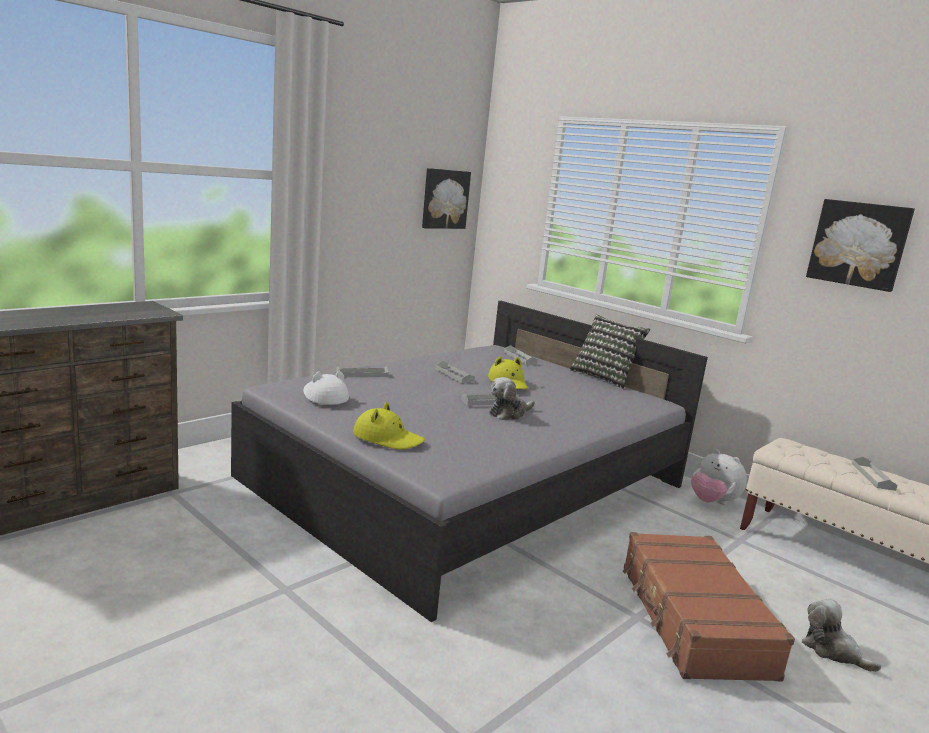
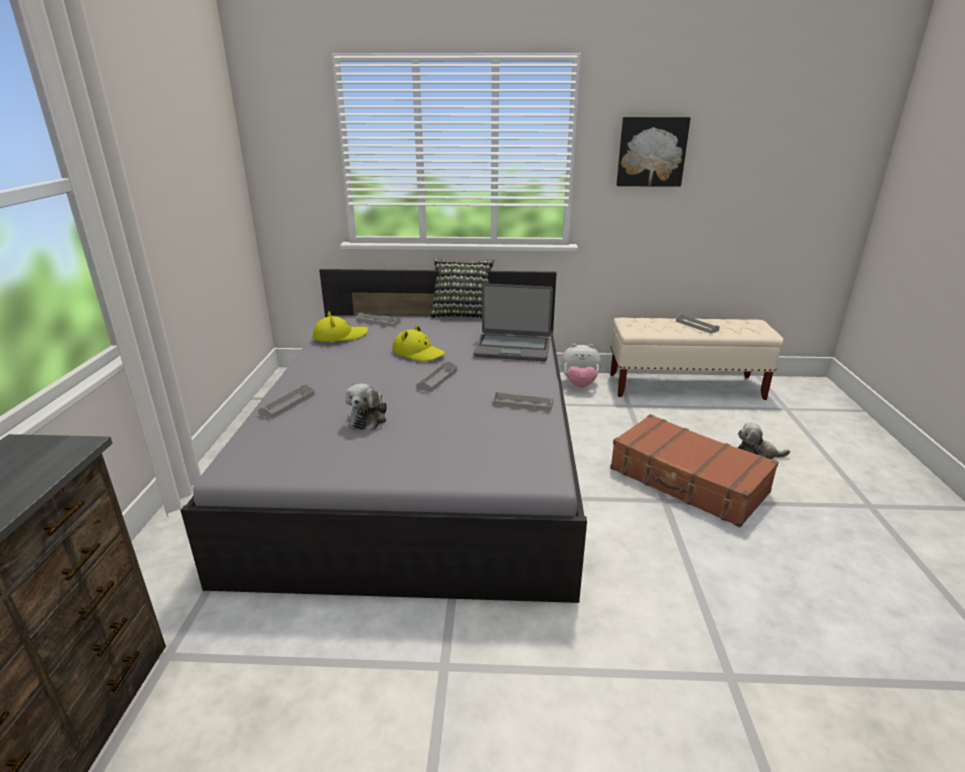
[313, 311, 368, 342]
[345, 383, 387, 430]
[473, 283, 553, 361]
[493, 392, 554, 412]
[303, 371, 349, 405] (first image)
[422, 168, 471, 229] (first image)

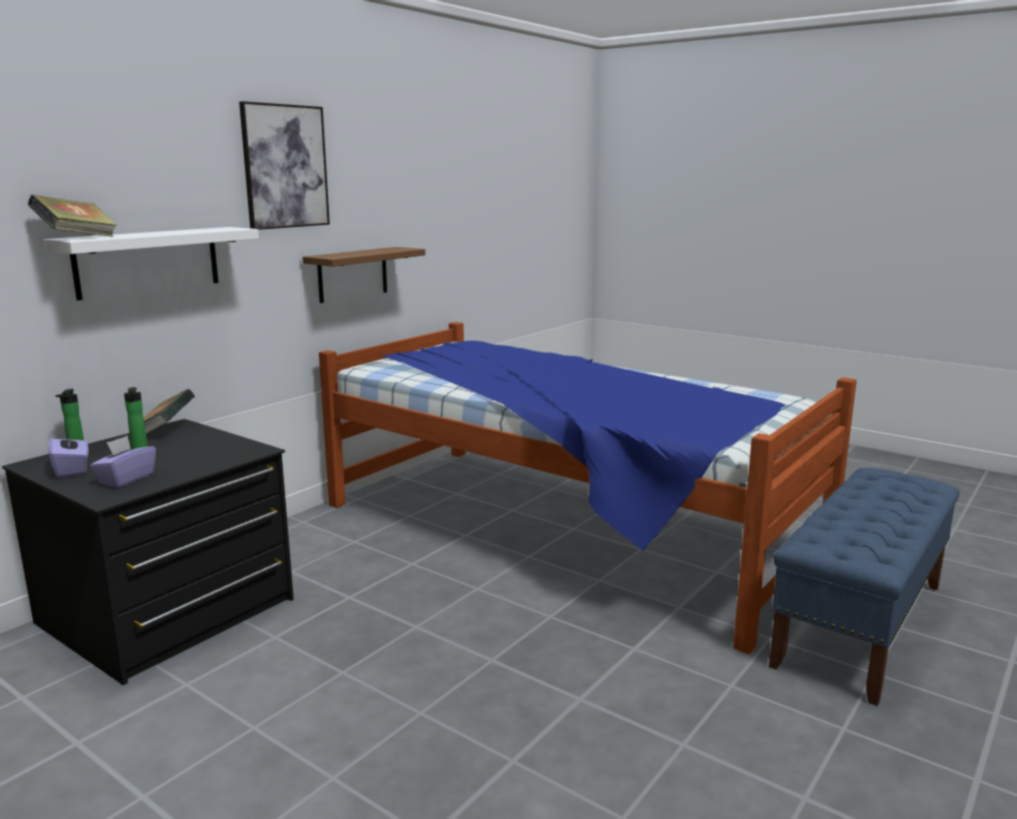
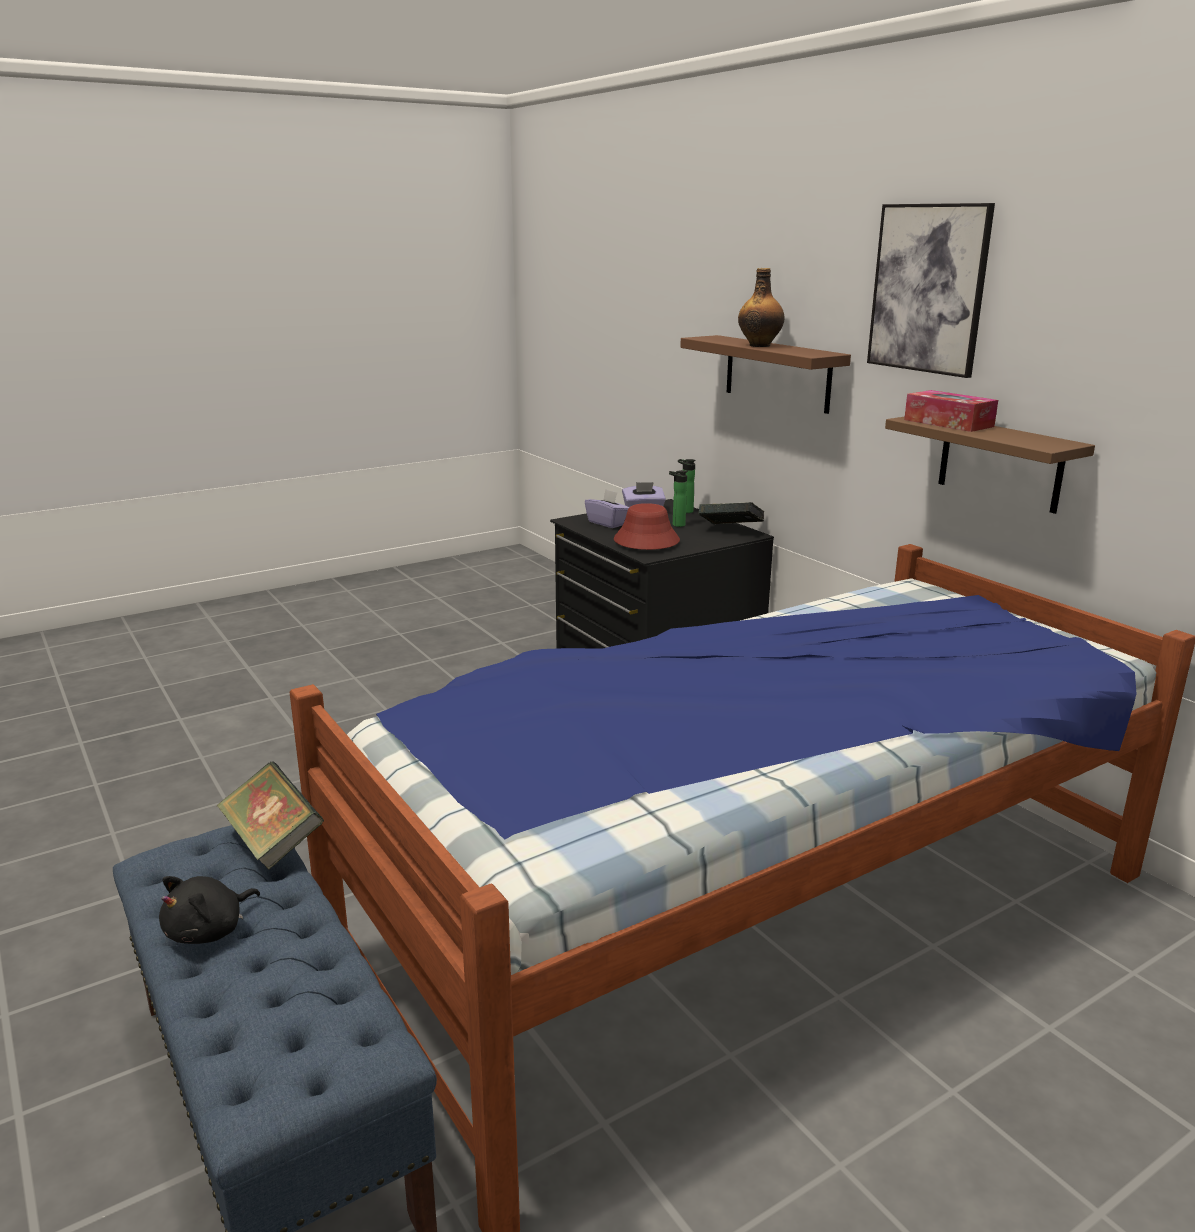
[159, 876, 260, 944]
[217, 761, 324, 870]
[614, 503, 680, 550]
[680, 335, 851, 414]
[738, 268, 785, 347]
[904, 390, 998, 432]

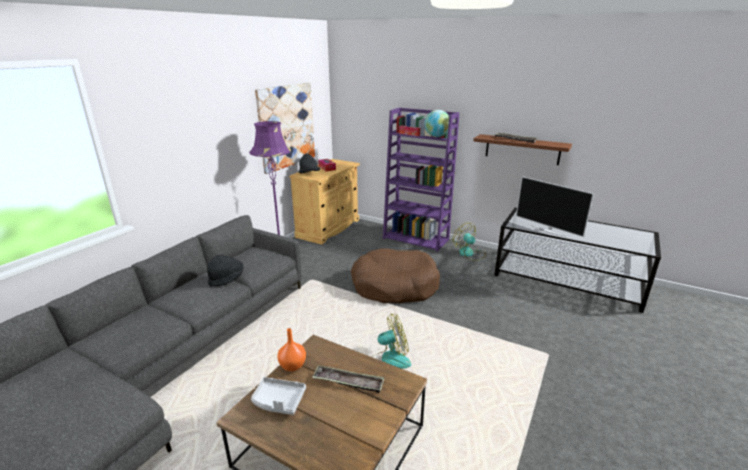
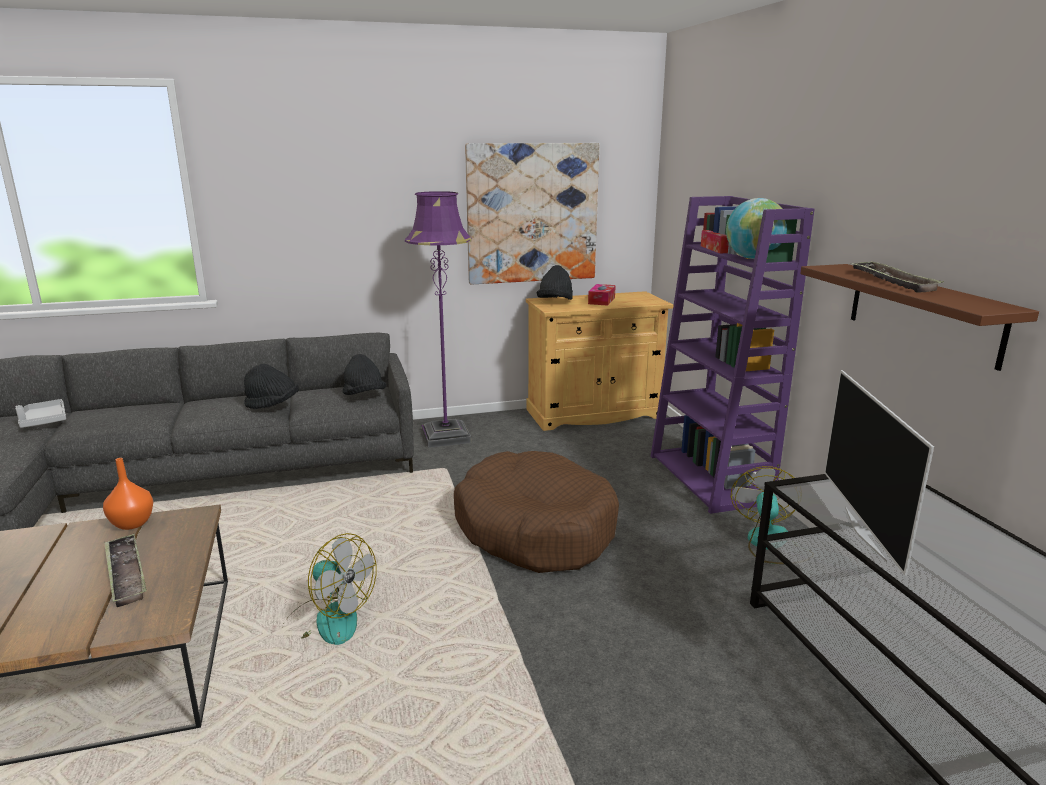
[16, 399, 66, 428]
[342, 354, 387, 395]

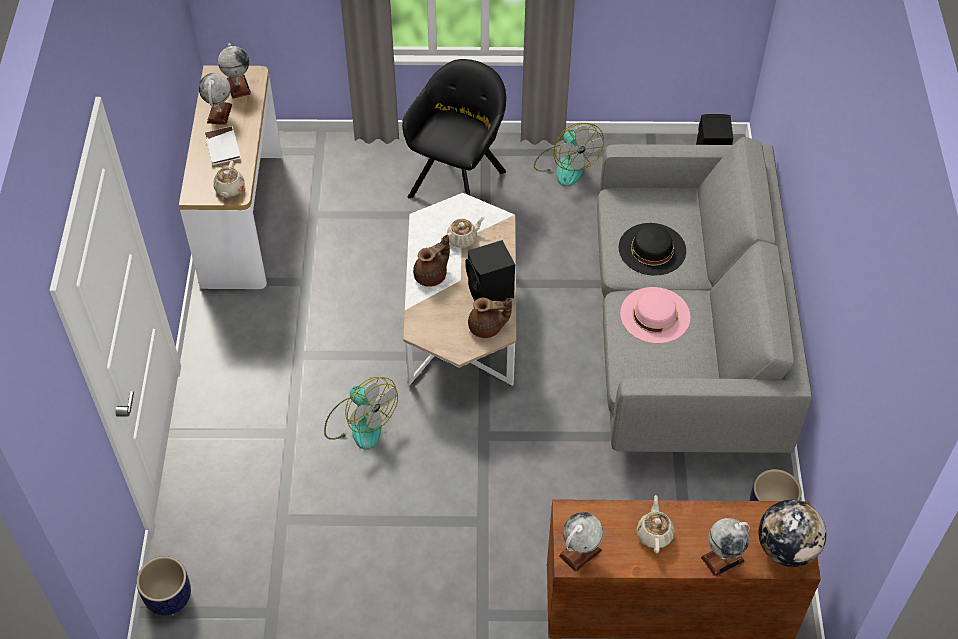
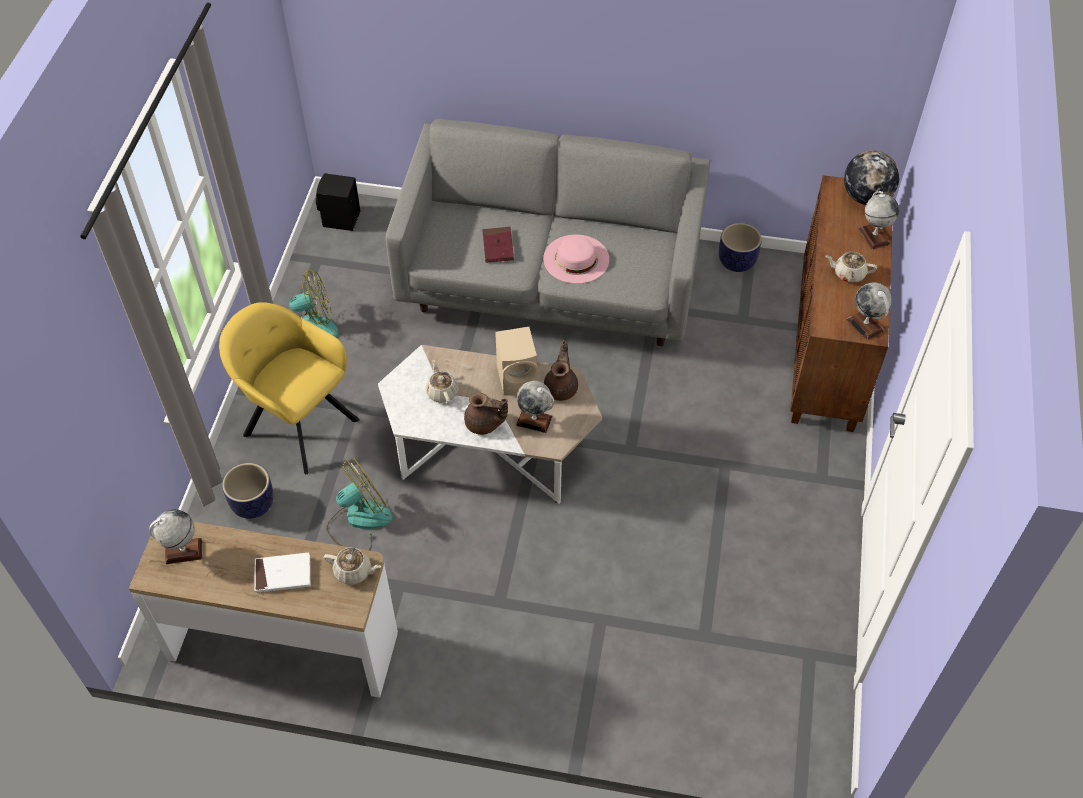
[219, 302, 359, 474]
[222, 463, 274, 519]
[326, 458, 393, 551]
[464, 392, 508, 435]
[482, 227, 514, 263]
[495, 327, 537, 396]
[516, 381, 554, 433]

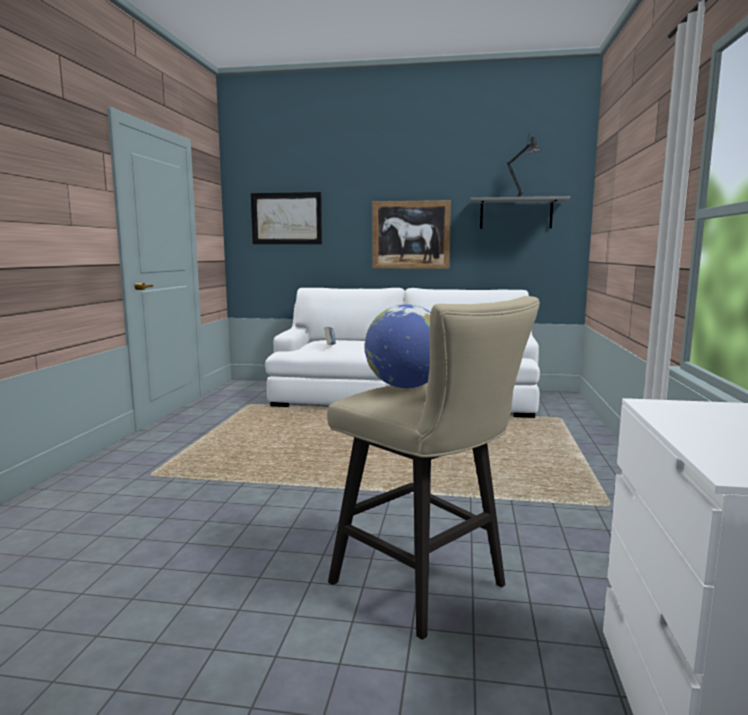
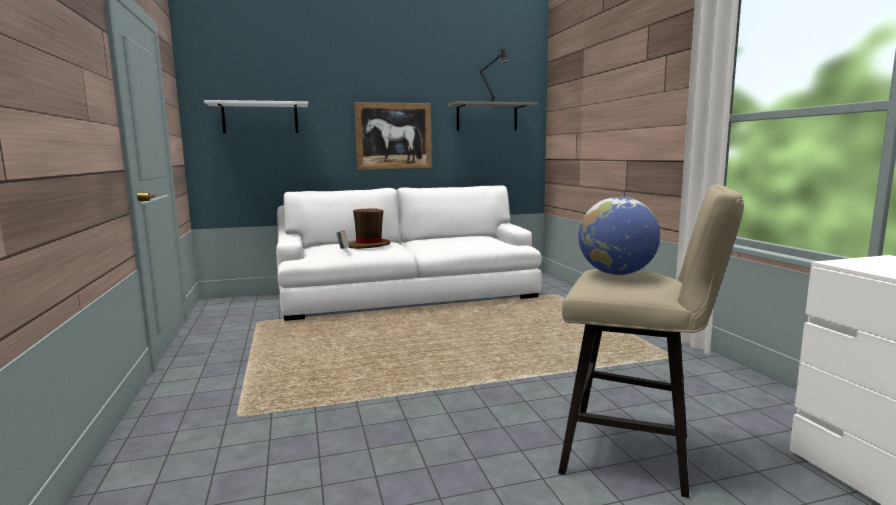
[204, 100, 308, 133]
[348, 209, 390, 249]

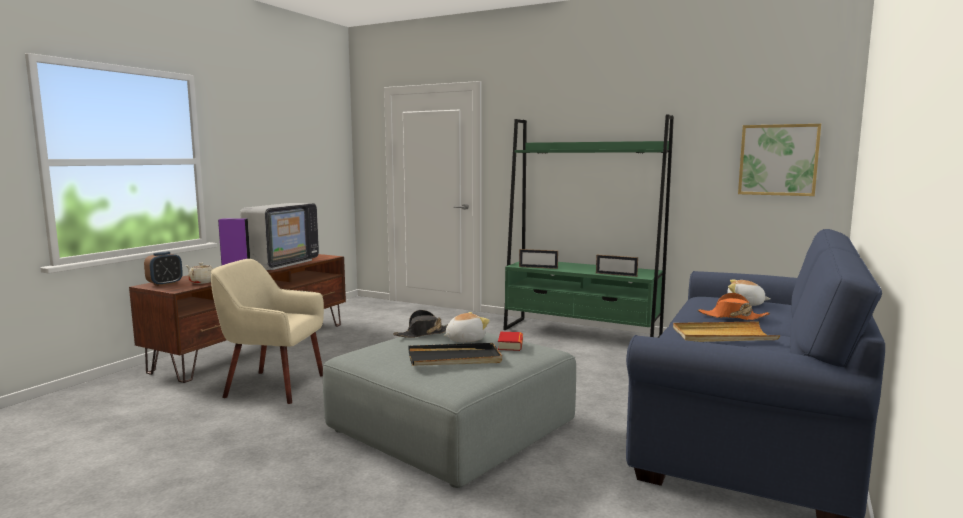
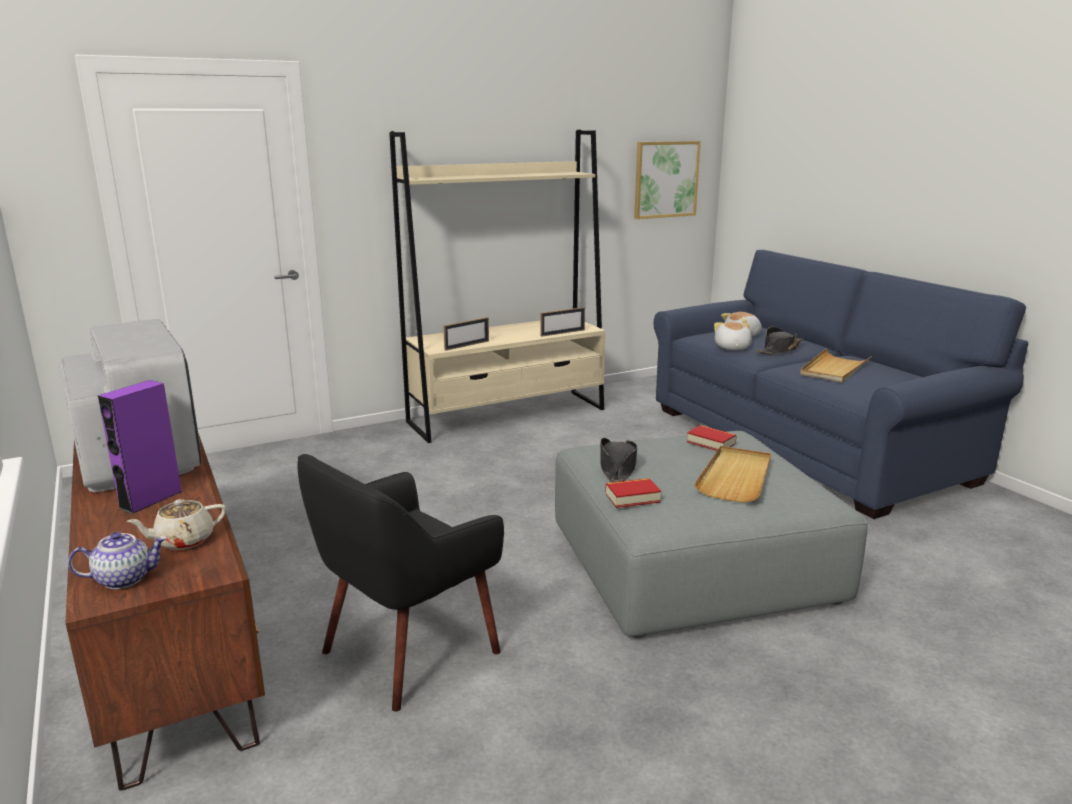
[68, 532, 167, 589]
[297, 454, 504, 712]
[389, 130, 606, 443]
[605, 478, 661, 508]
[694, 446, 771, 502]
[714, 322, 752, 350]
[756, 327, 803, 355]

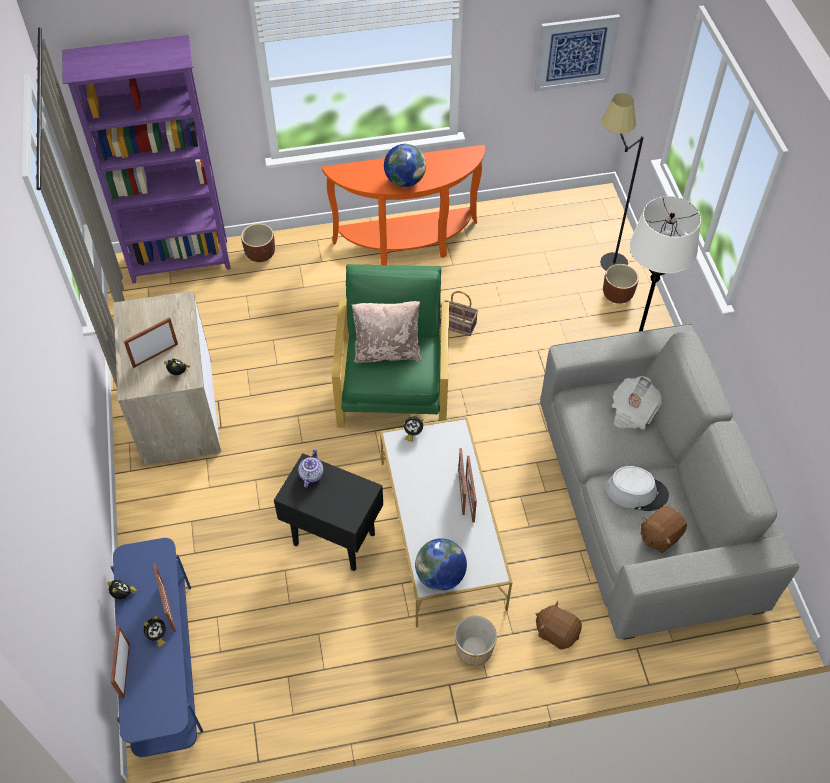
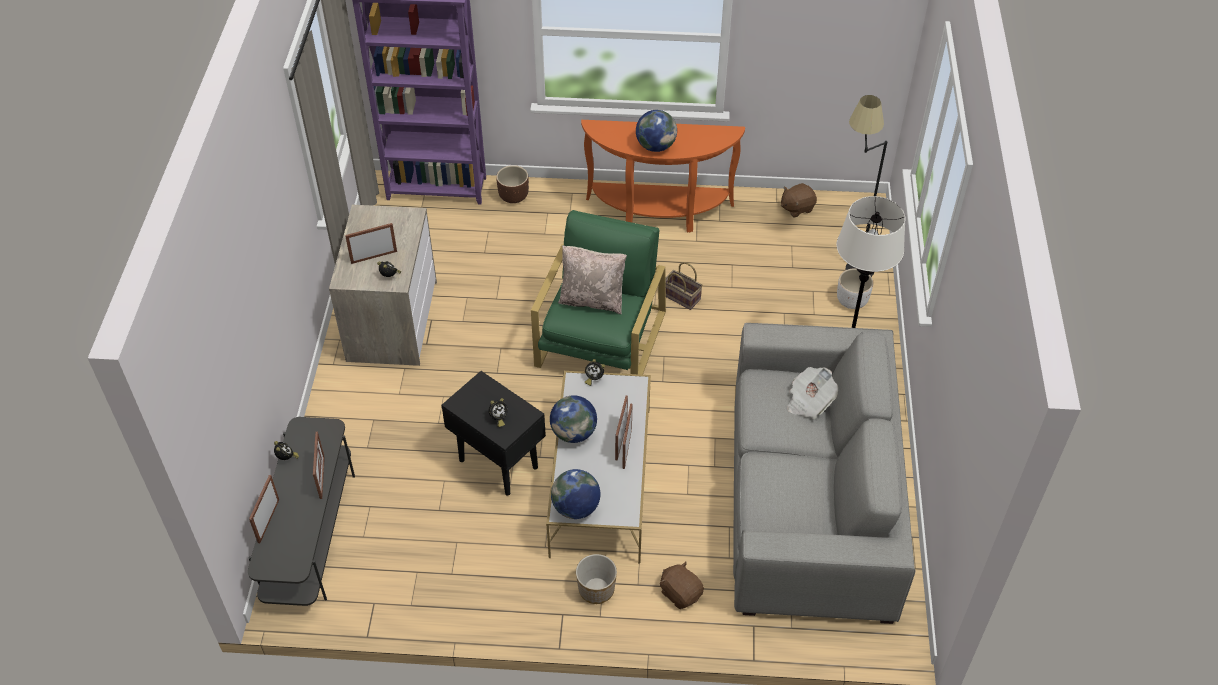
[248, 417, 355, 606]
[489, 398, 508, 427]
[550, 395, 597, 443]
[781, 183, 817, 218]
[837, 268, 873, 309]
[298, 448, 324, 487] (first image)
[534, 14, 620, 92] (first image)
[606, 466, 669, 511] (first image)

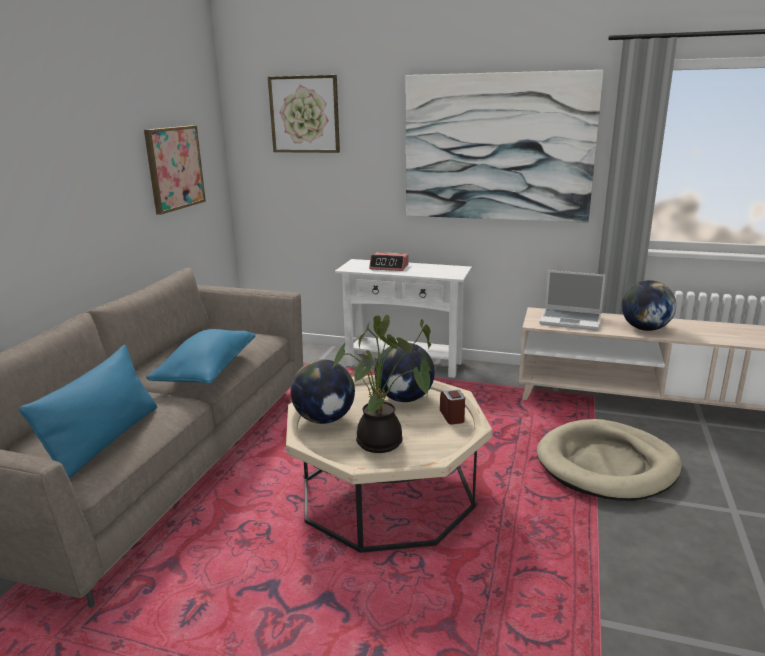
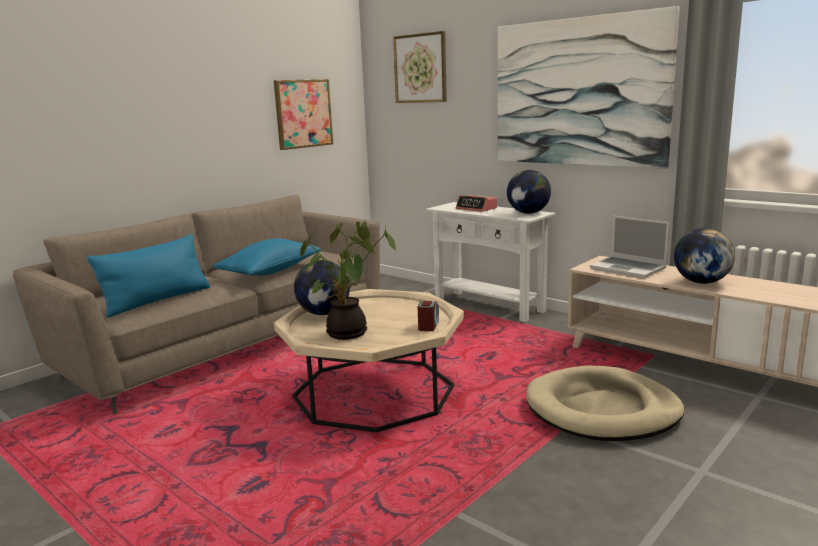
[507, 170, 551, 214]

